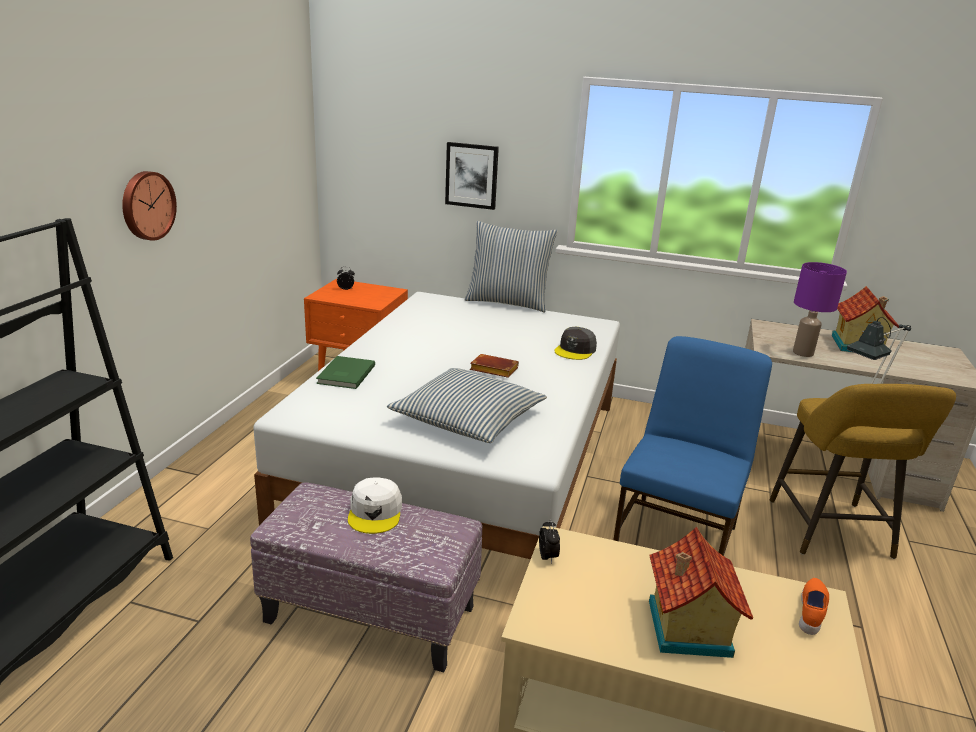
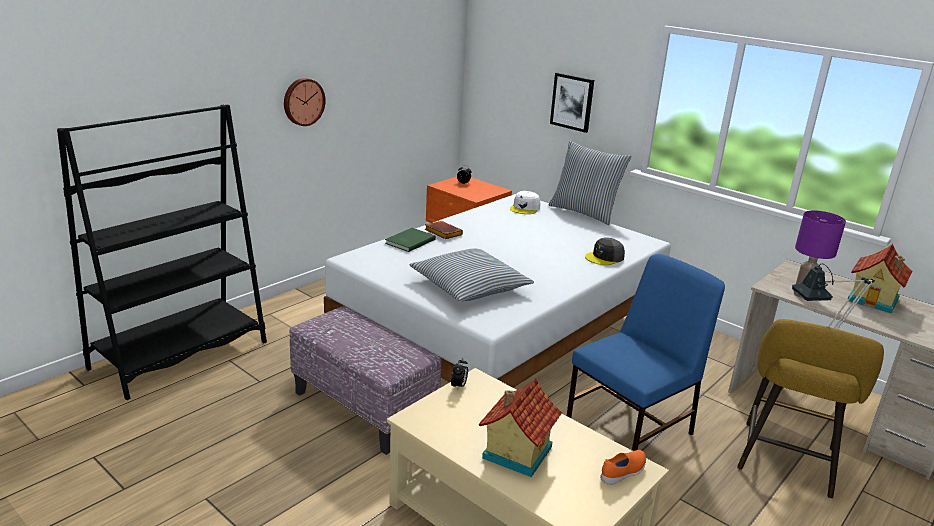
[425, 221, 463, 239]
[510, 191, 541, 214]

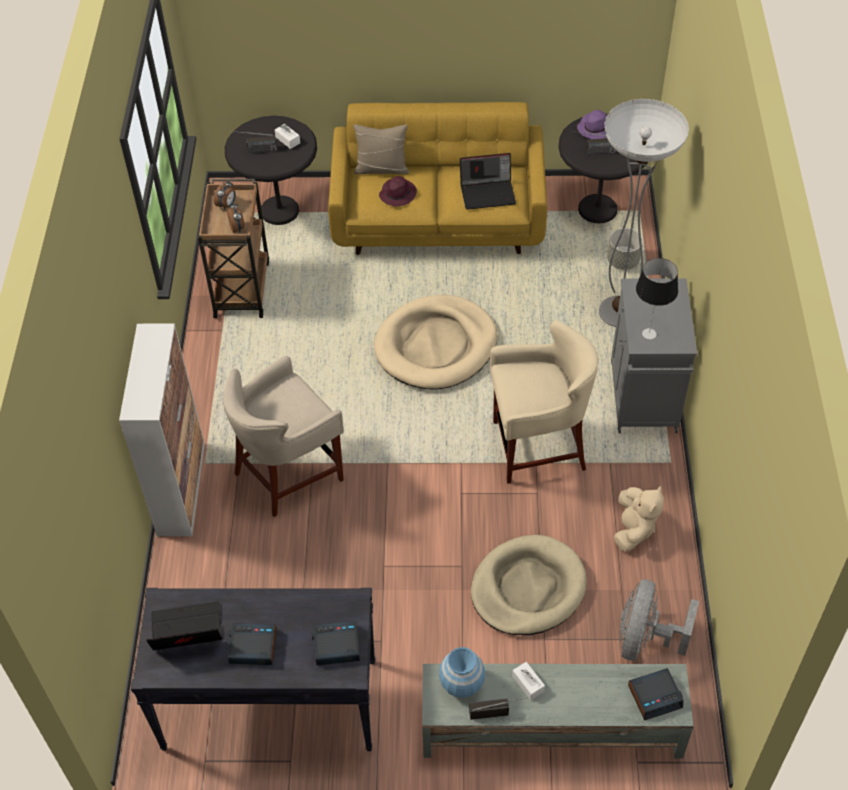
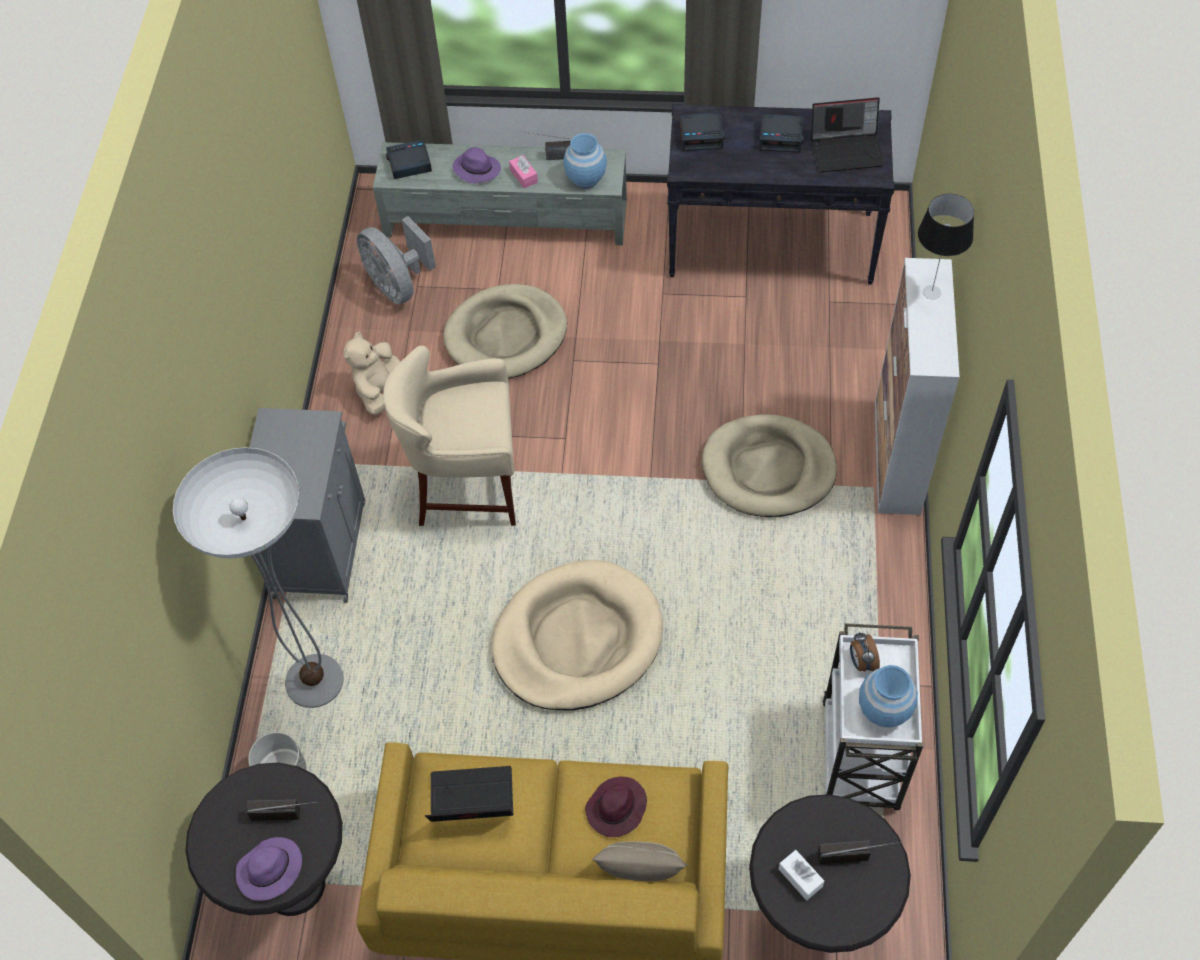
[357, 216, 436, 304]
[452, 147, 501, 184]
[509, 155, 538, 189]
[702, 414, 837, 517]
[822, 623, 923, 810]
[859, 665, 918, 728]
[918, 194, 974, 299]

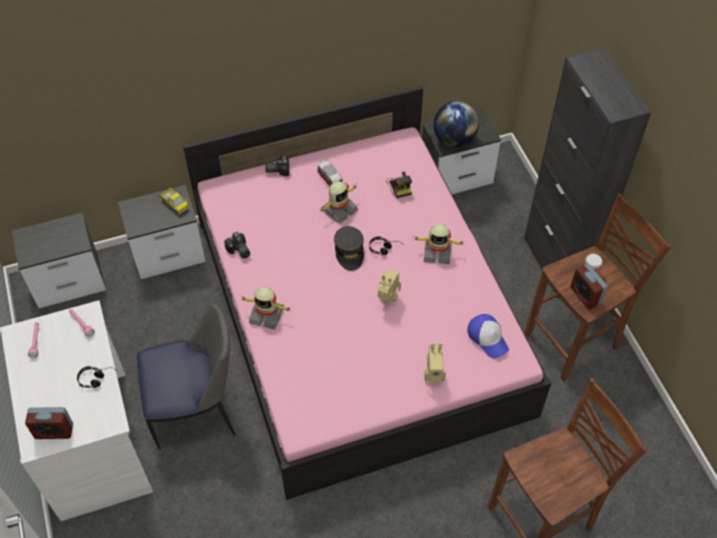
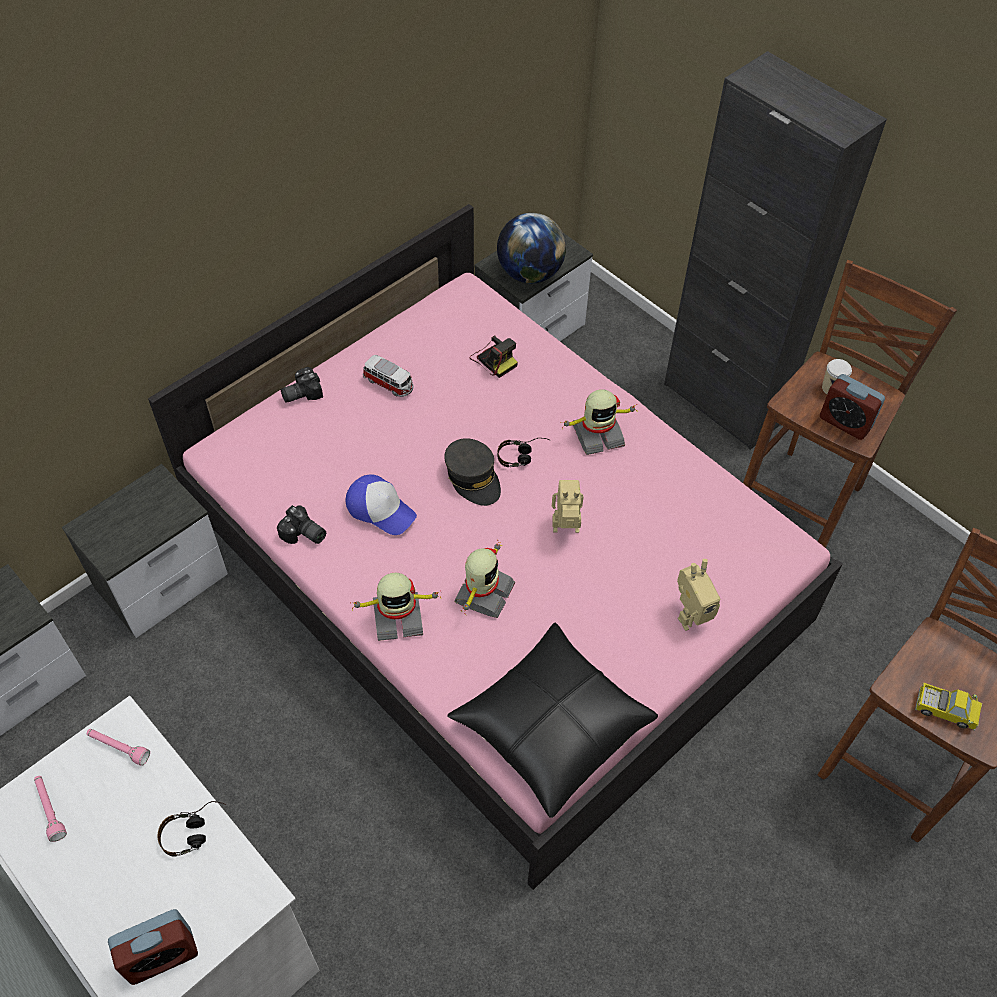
[346, 474, 417, 535]
[447, 622, 658, 818]
[454, 540, 515, 618]
[915, 683, 982, 731]
[137, 303, 236, 450] (first image)

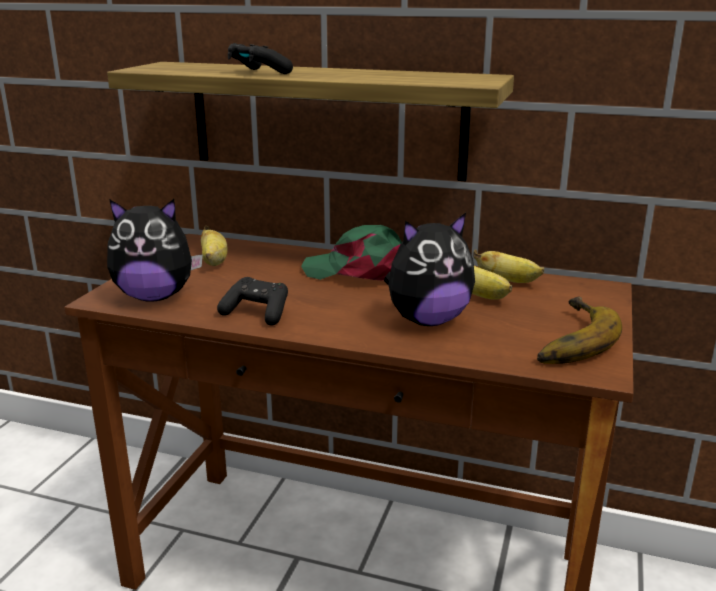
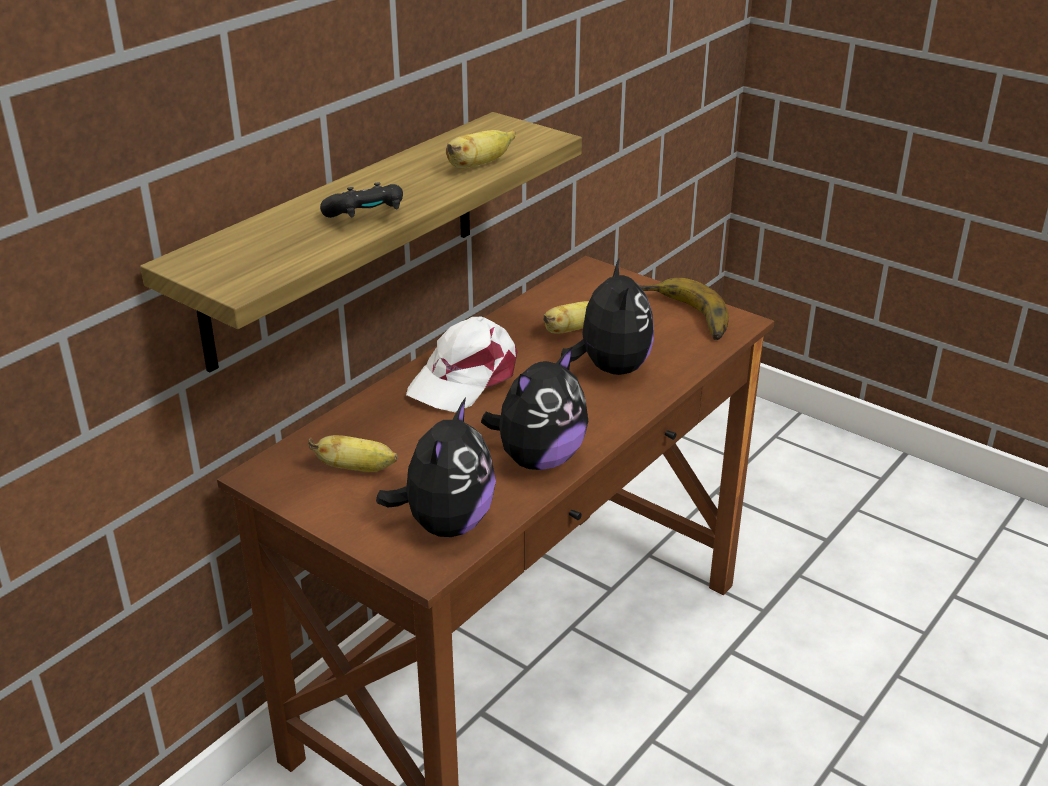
[406, 317, 517, 412]
[446, 130, 515, 169]
[481, 346, 588, 470]

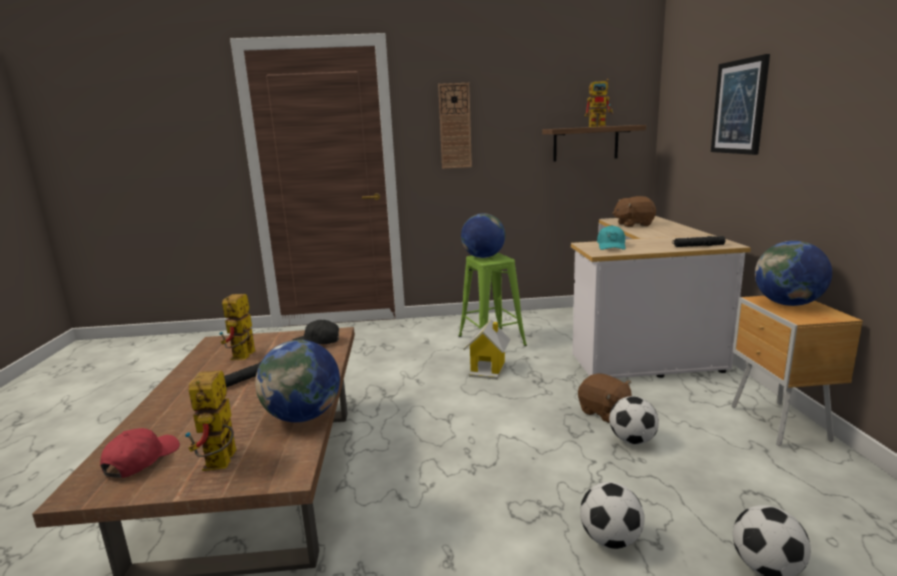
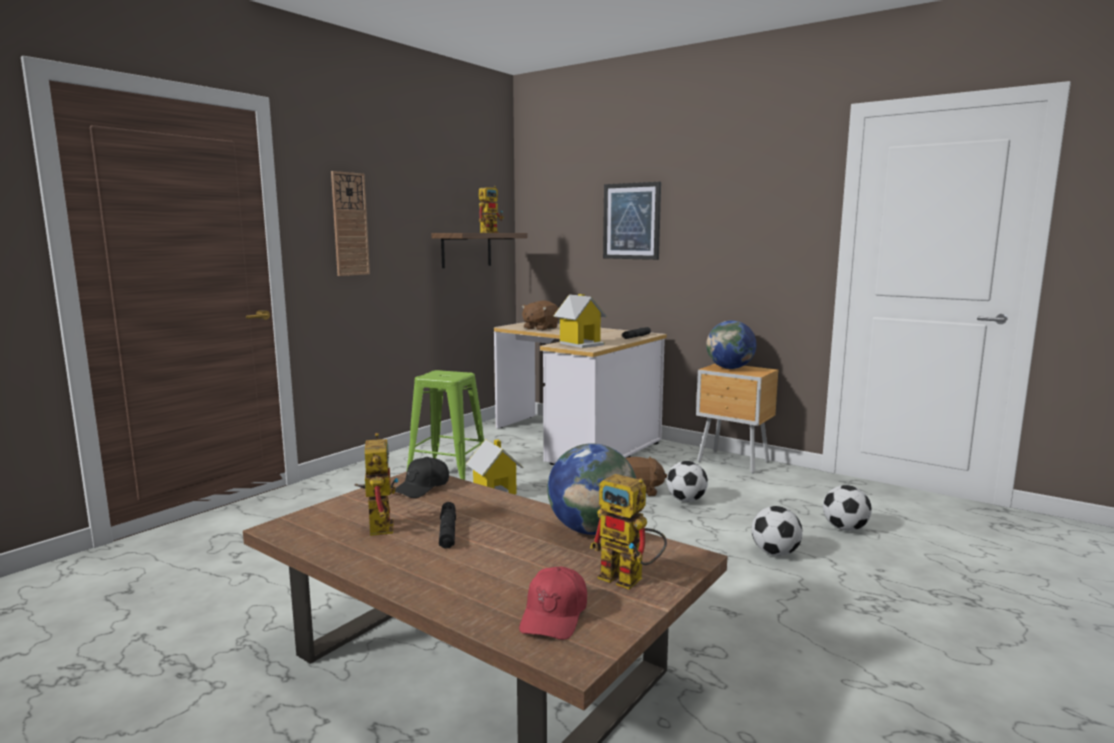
[355, 433, 399, 536]
[519, 567, 587, 640]
[553, 294, 607, 348]
[461, 213, 505, 258] (first image)

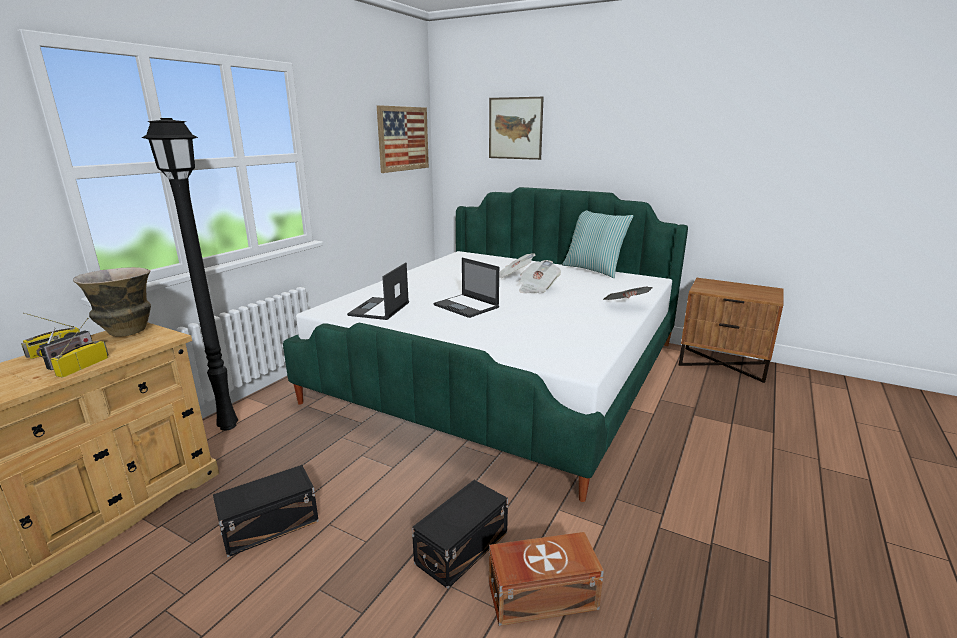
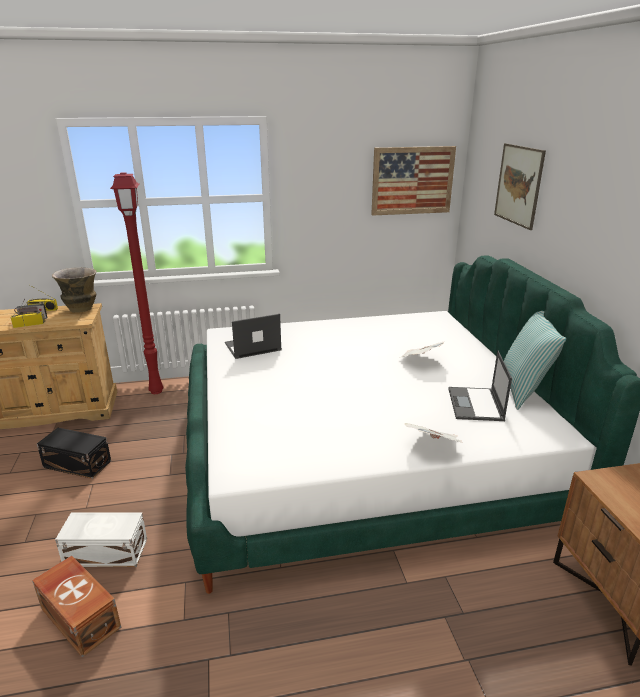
[55, 513, 147, 567]
[110, 172, 164, 394]
[448, 350, 512, 421]
[519, 260, 561, 293] (first image)

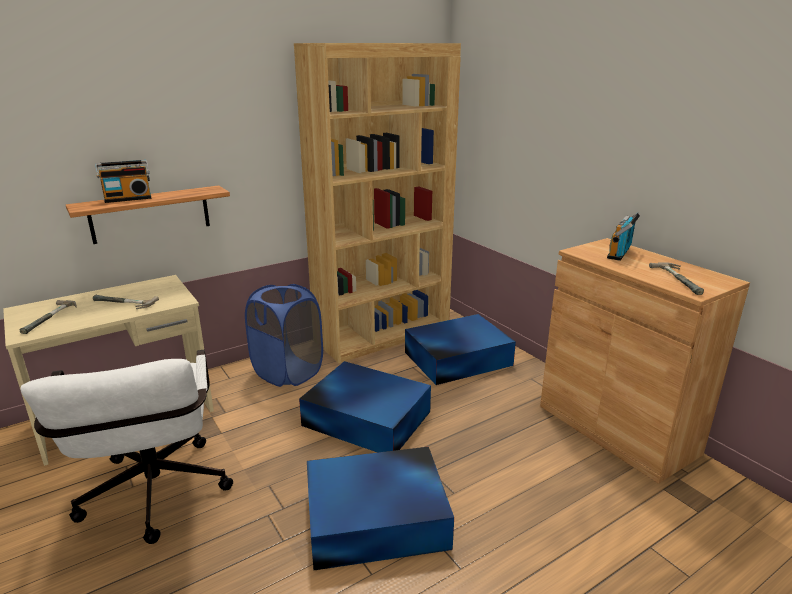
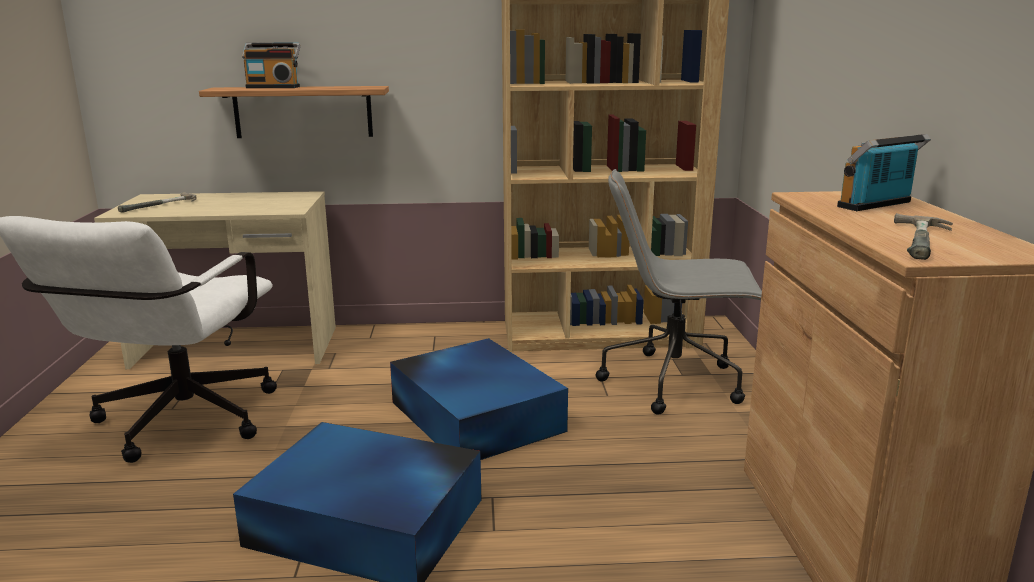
[596, 169, 762, 415]
[93, 295, 159, 309] (first image)
[245, 284, 323, 387] (first image)

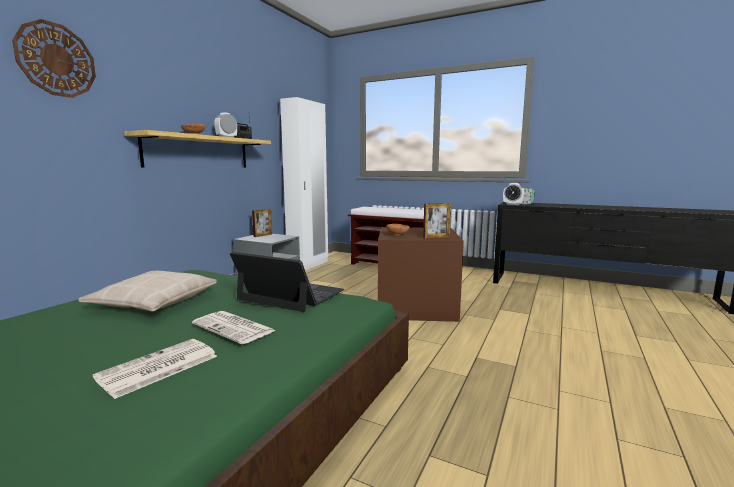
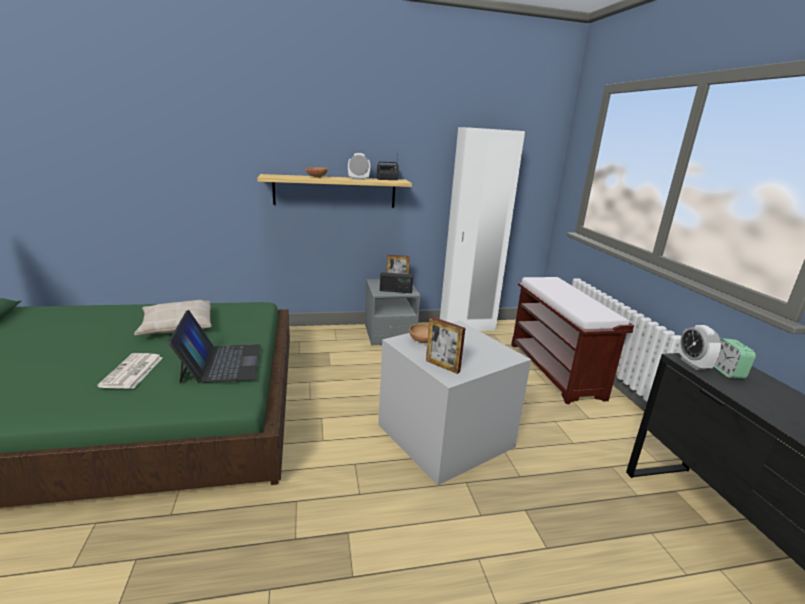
[378, 321, 531, 485]
[380, 272, 413, 293]
[12, 19, 96, 98] (first image)
[93, 339, 217, 399] (first image)

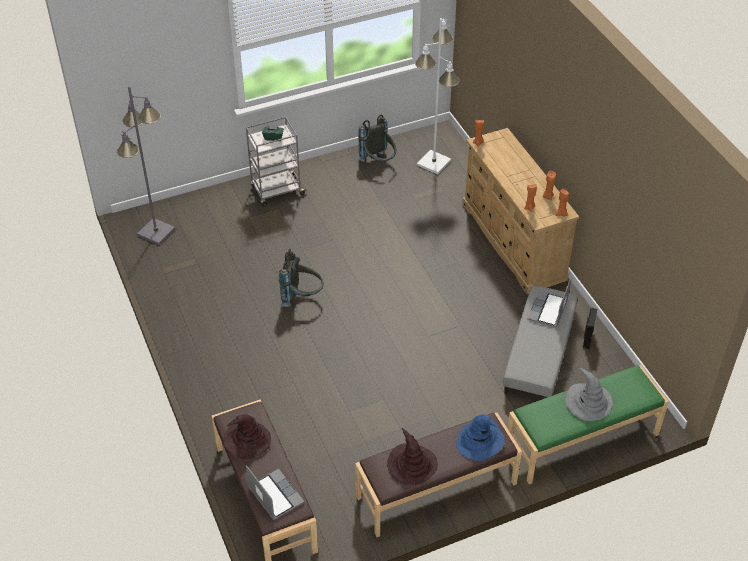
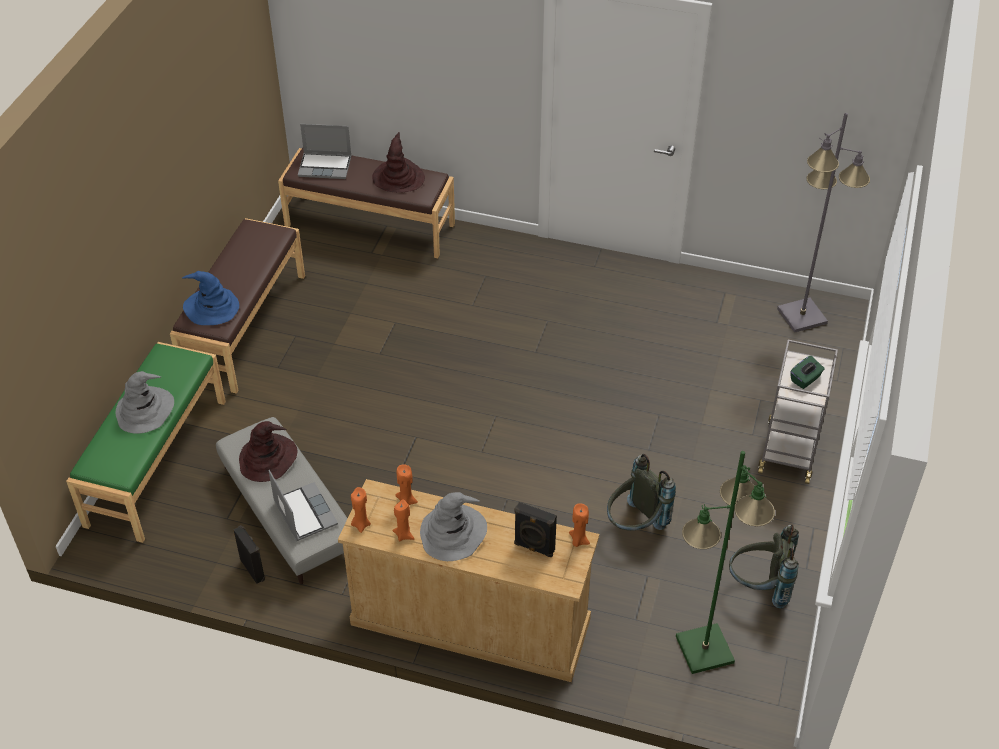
[239, 421, 297, 482]
[420, 492, 487, 561]
[514, 502, 557, 557]
[607, 454, 676, 531]
[676, 451, 775, 674]

